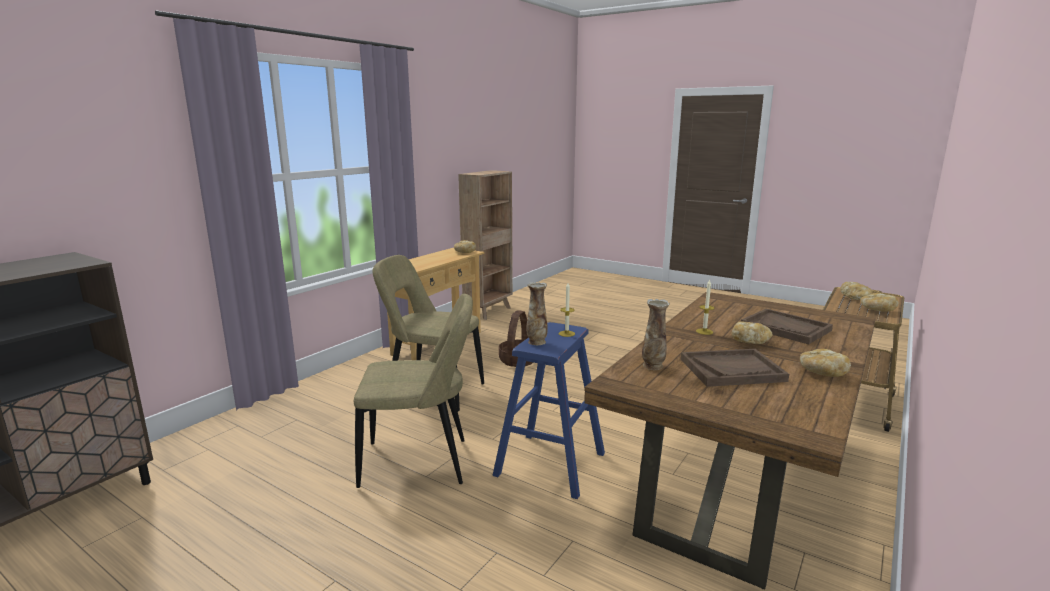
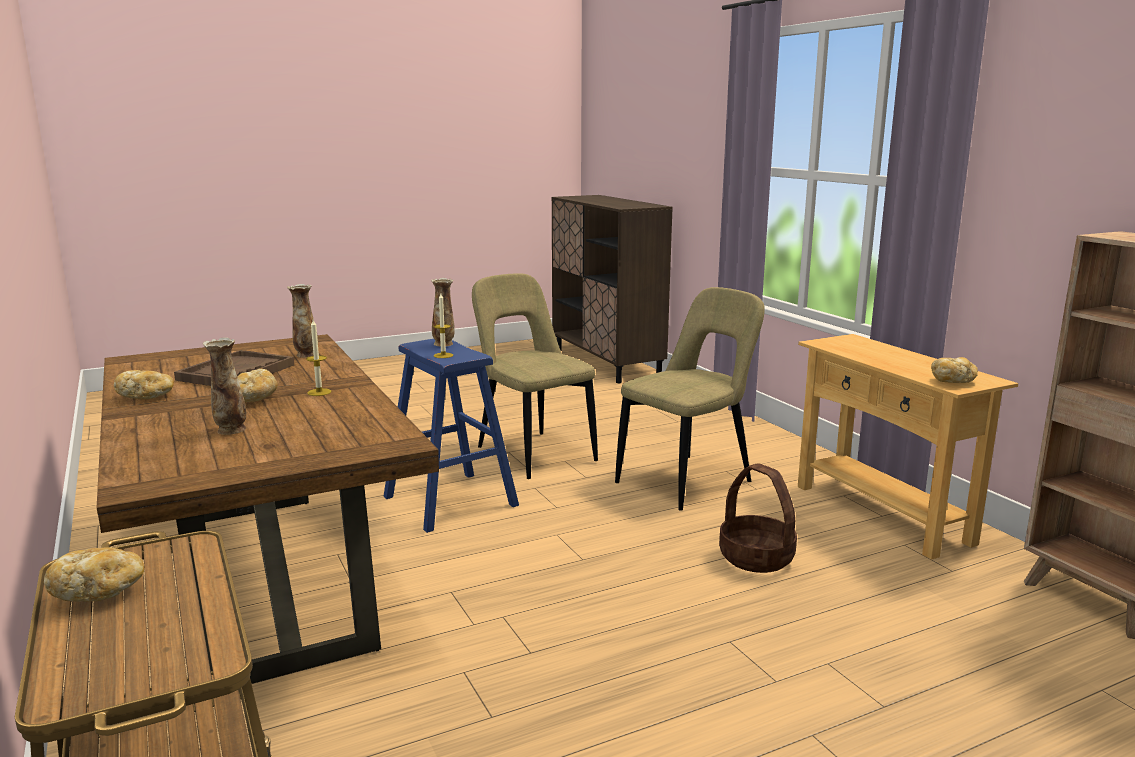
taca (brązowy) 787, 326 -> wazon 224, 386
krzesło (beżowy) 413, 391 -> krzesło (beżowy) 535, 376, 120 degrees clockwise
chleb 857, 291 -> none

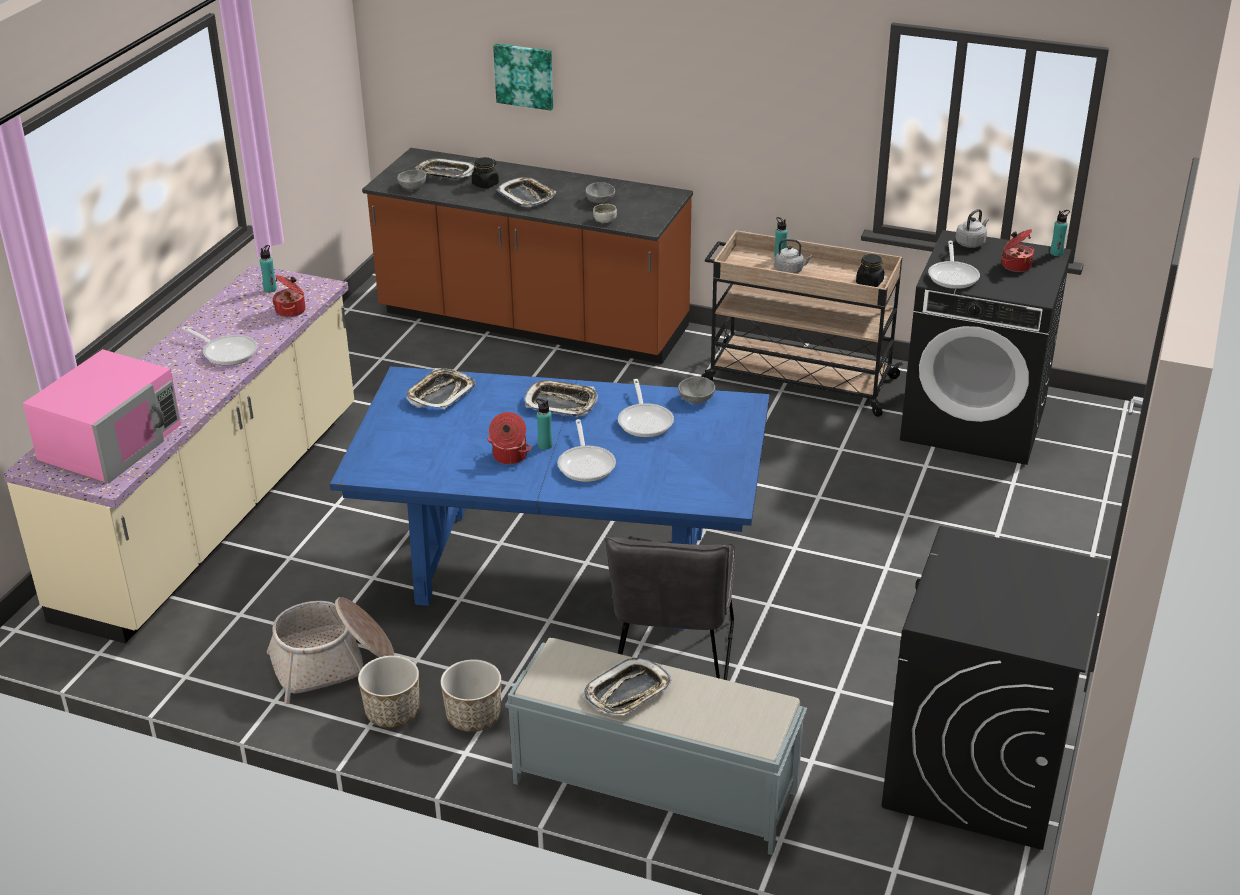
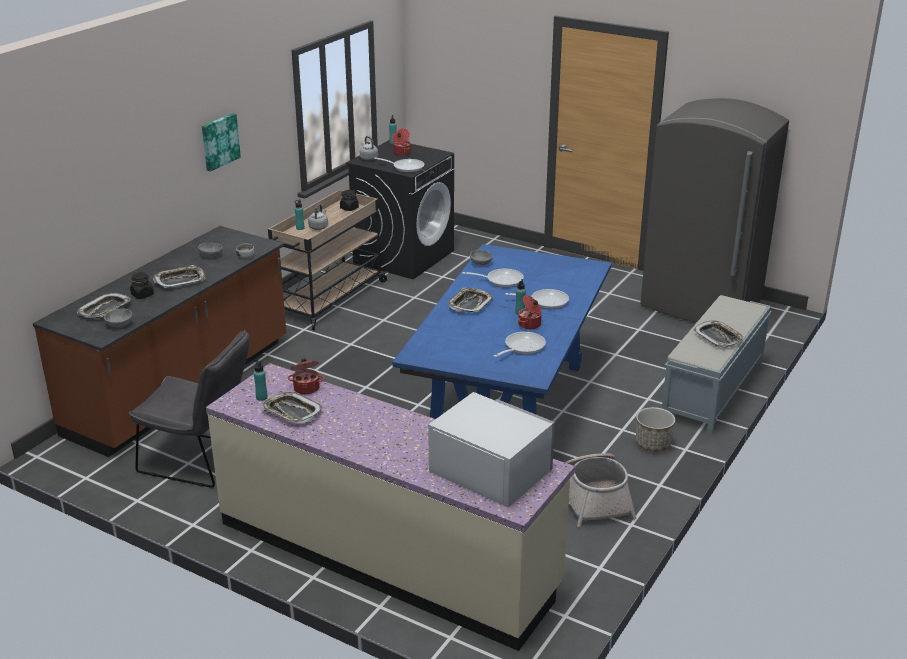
krzesło (szary) 670, 608 -> krzesło (szary) 189, 408, moved
obraz 523, 77 -> obraz 221, 142, moved
taca 440, 388 -> taca 292, 407, moved
mikrofalówka (różowy) 102, 416 -> mikrofalówka (biały) 491, 449
patelnia 219, 345 -> patelnia 520, 344, moved
pralka (czarny) 994, 688 -> lodówka (szary) 714, 210
donica 388, 692 -> none

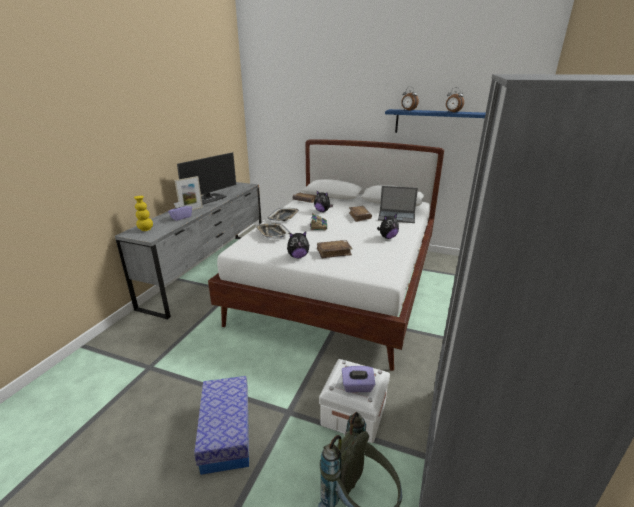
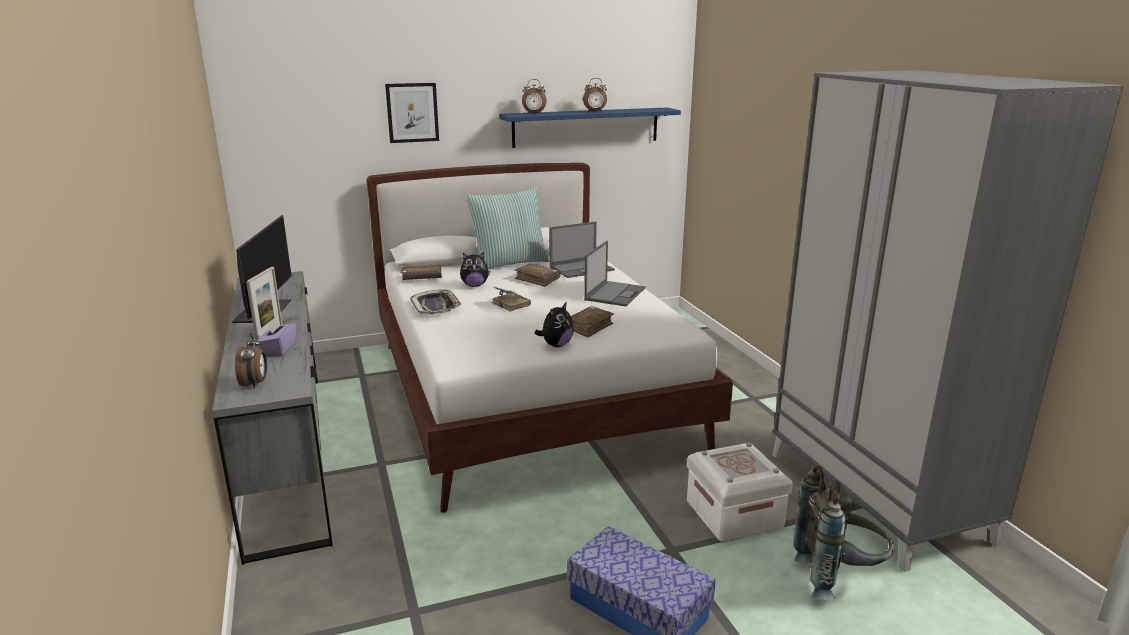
wazon (żółty) 143, 213 -> budzik 251, 361
none -> obraz 412, 113
none -> poduszka 507, 228
pluszak 388, 226 -> laptop 615, 273
taca 272, 231 -> none
pudełko chusteczek (fioletowy) 358, 379 -> none

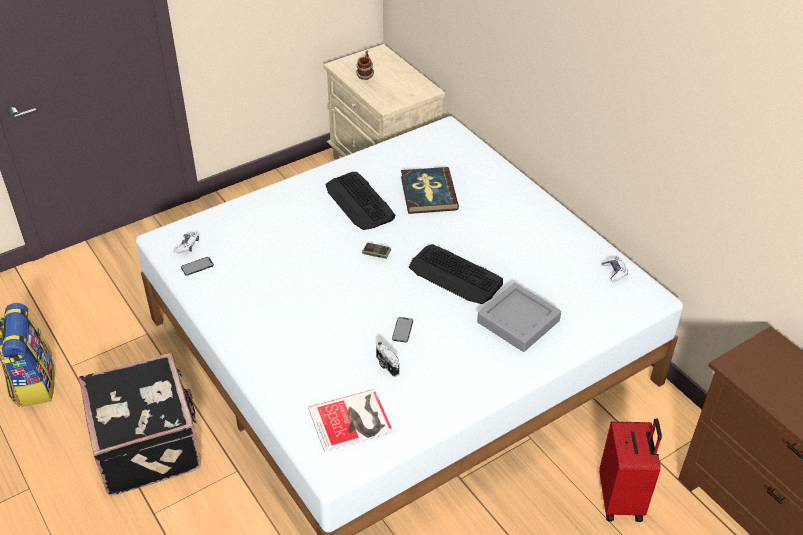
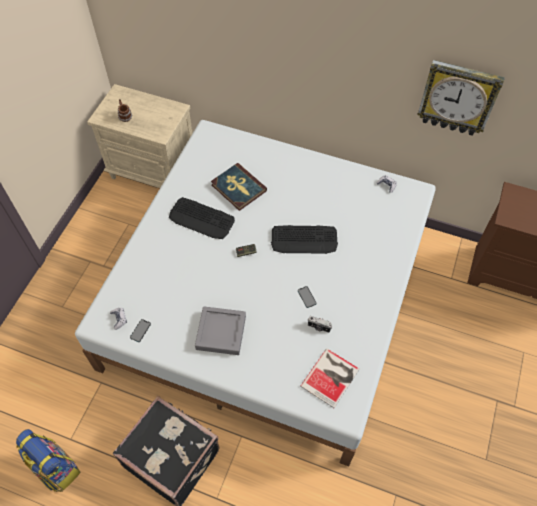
taca (szary) 519, 317 -> taca (szary) 220, 330, moved
none -> zegar ścienny 461, 98
walizka (czerwony) 630, 470 -> none

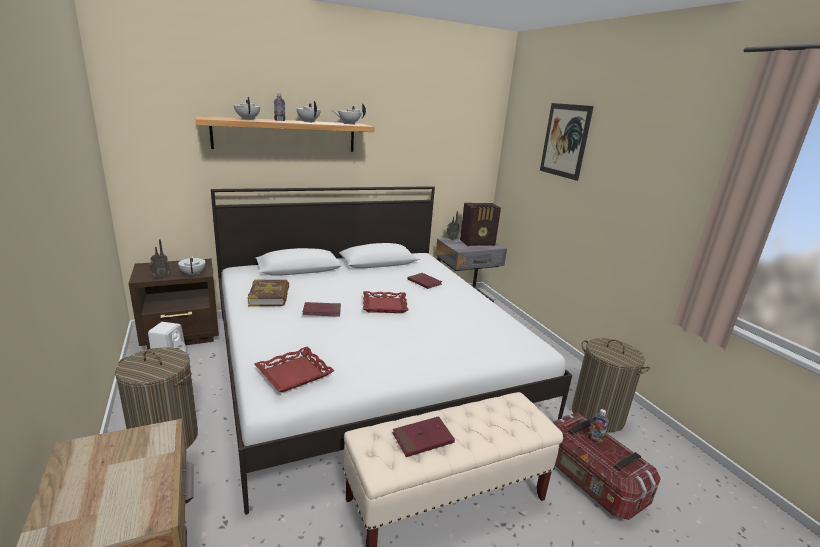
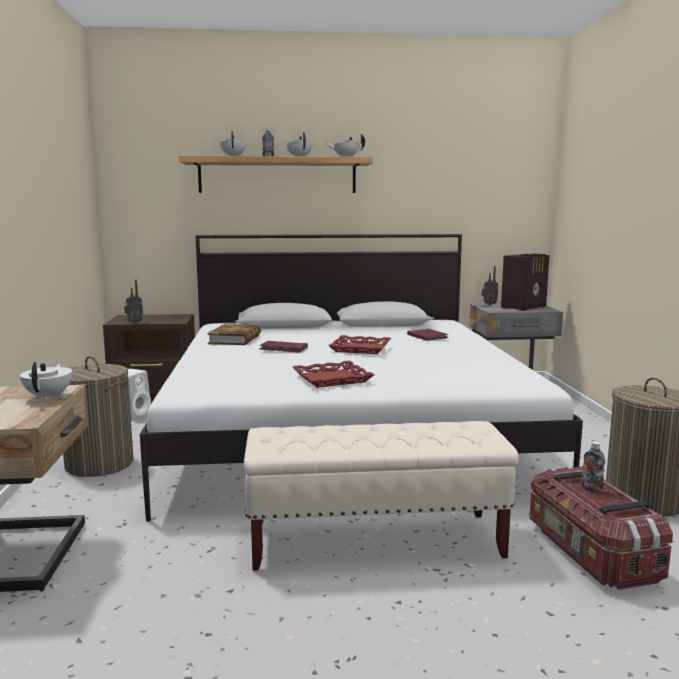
imbryk (biały) 192, 266 -> imbryk (biały) 46, 381, moved
taca (czerwony) 294, 369 -> taca (czerwony) 333, 374, moved
radio 480, 224 -> radio 525, 282, 45 degrees counterclockwise
książka (czerwony) 424, 436 -> none
obraz 567, 142 -> none

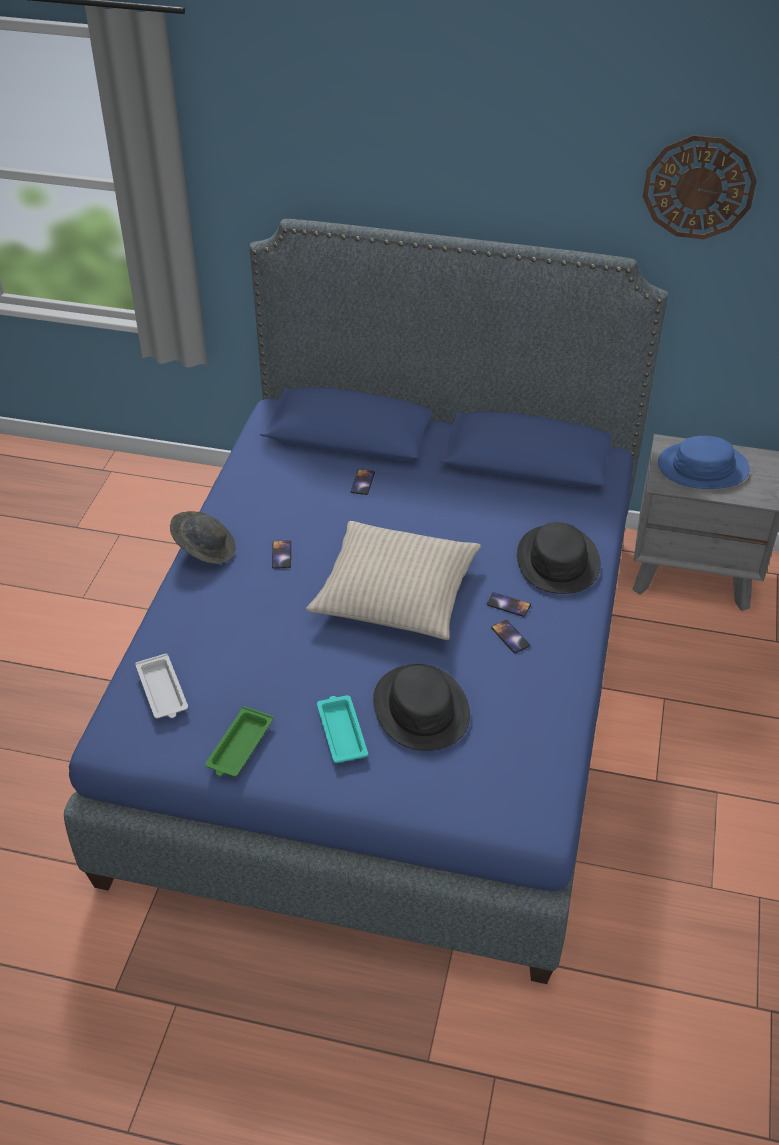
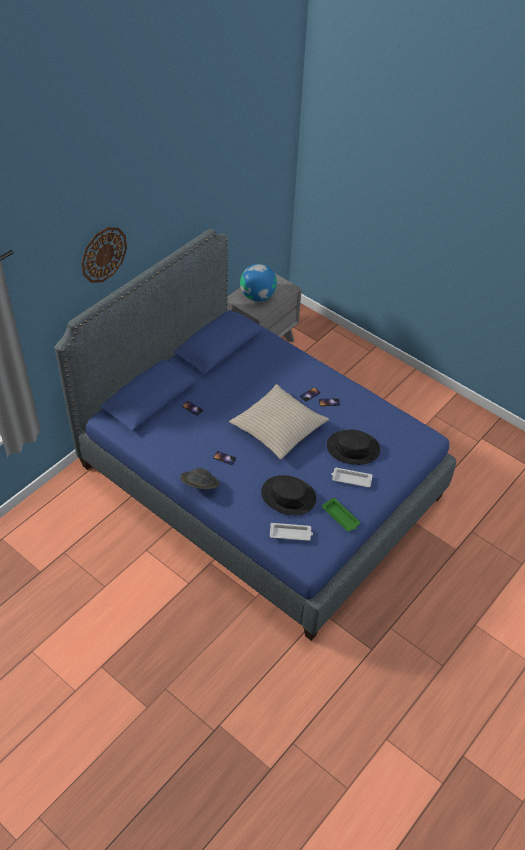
zegar ścienny 700, 187 -> zegar ścienny 104, 255, moved
kapelusz (niebieski) 704, 462 -> globus 258, 282
kapelusz (czarny) 558, 558 -> kapelusz (czarny) 288, 495, moved
taca (turkusowy) 342, 729 -> taca (biały) 352, 477

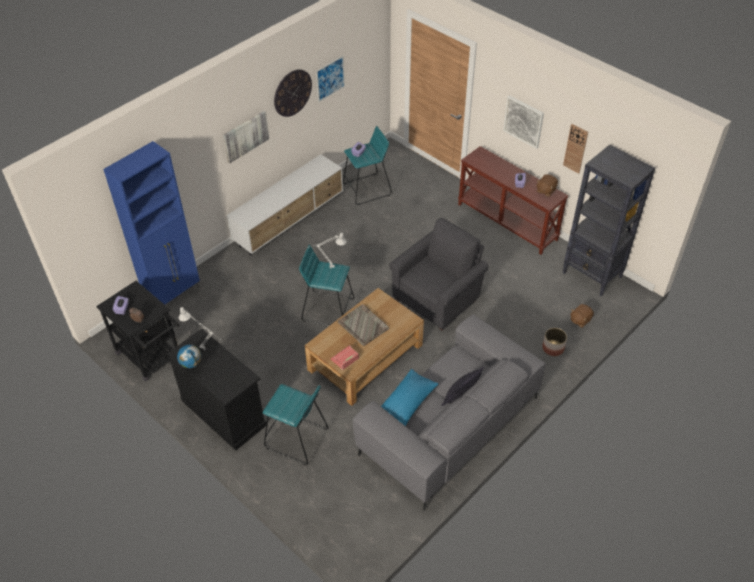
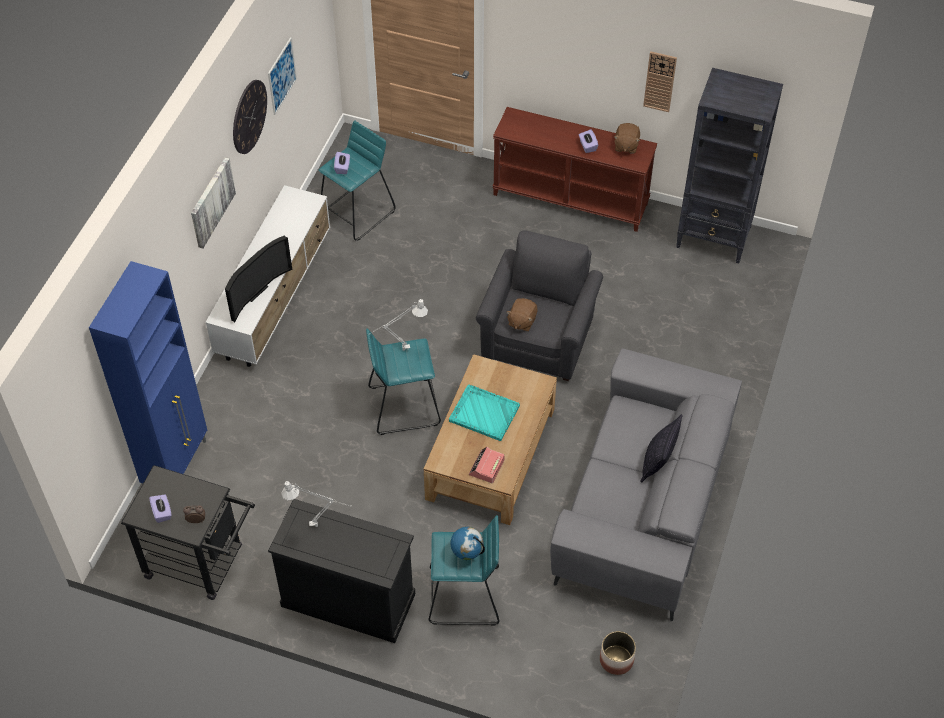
none -> telewizor 258, 279
taca (szary) 363, 325 -> taca (turkusowy) 484, 412
globus 189, 357 -> globus 467, 543, moved
pluszak (brązowy) 582, 316 -> pluszak (brązowy) 522, 314, moved
donica 554, 342 -> donica 618, 653, moved
poduszka (niebieski) 409, 397 -> none
obraz 523, 122 -> none

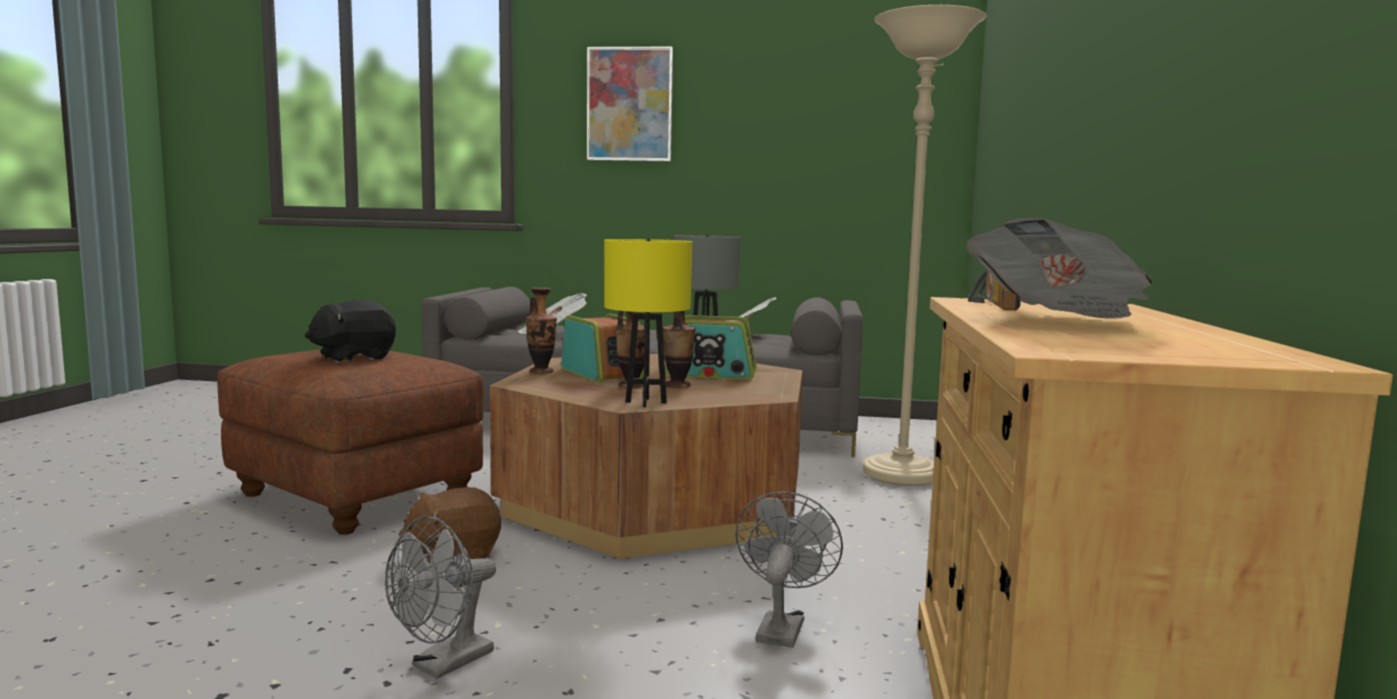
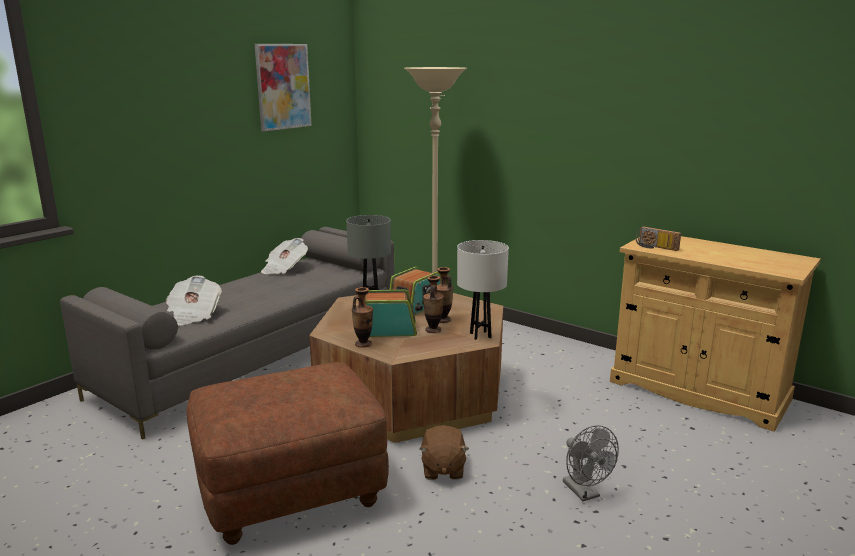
obraz 630, 104 -> obraz 283, 87, moved
lampa stołowa (żółty) 648, 323 -> lampa stołowa (biały) 483, 290
pluszak (czarny) 350, 331 -> none
wentylator (szary) 789, 570 -> none
gazeta 1059, 268 -> none

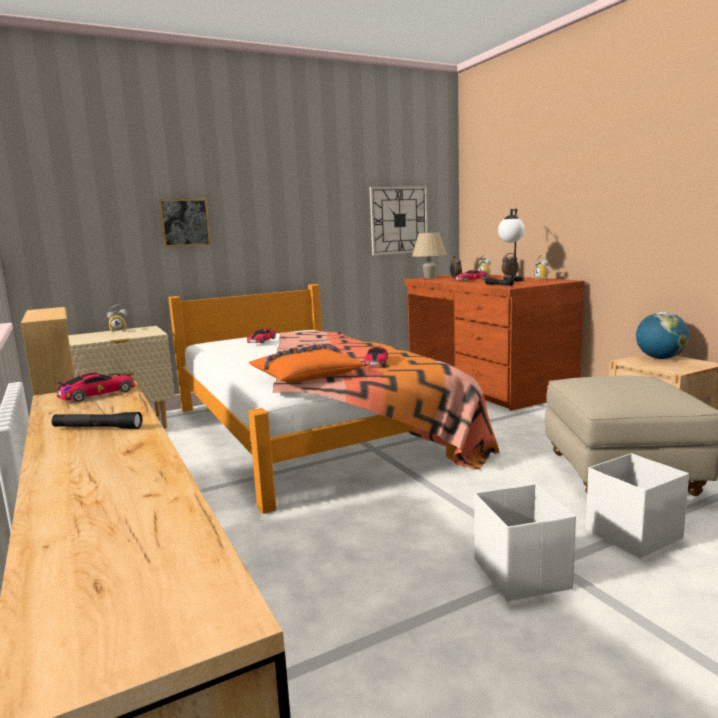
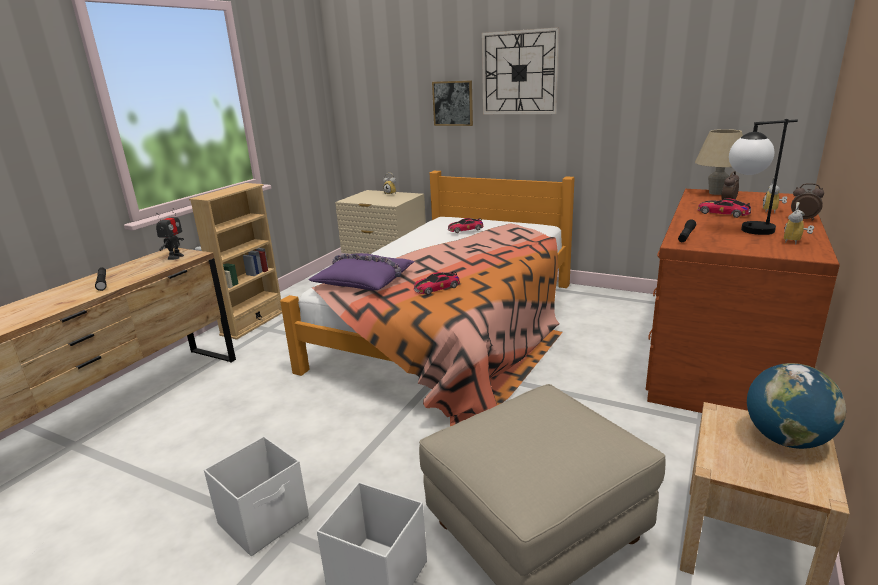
samochodzik 96, 387 -> robot zabawkowy 170, 234
poduszka (pomarańczowy) 306, 362 -> poduszka (fioletowy) 362, 271
zegar ścienny 399, 220 -> zegar ścienny 521, 70, moved

